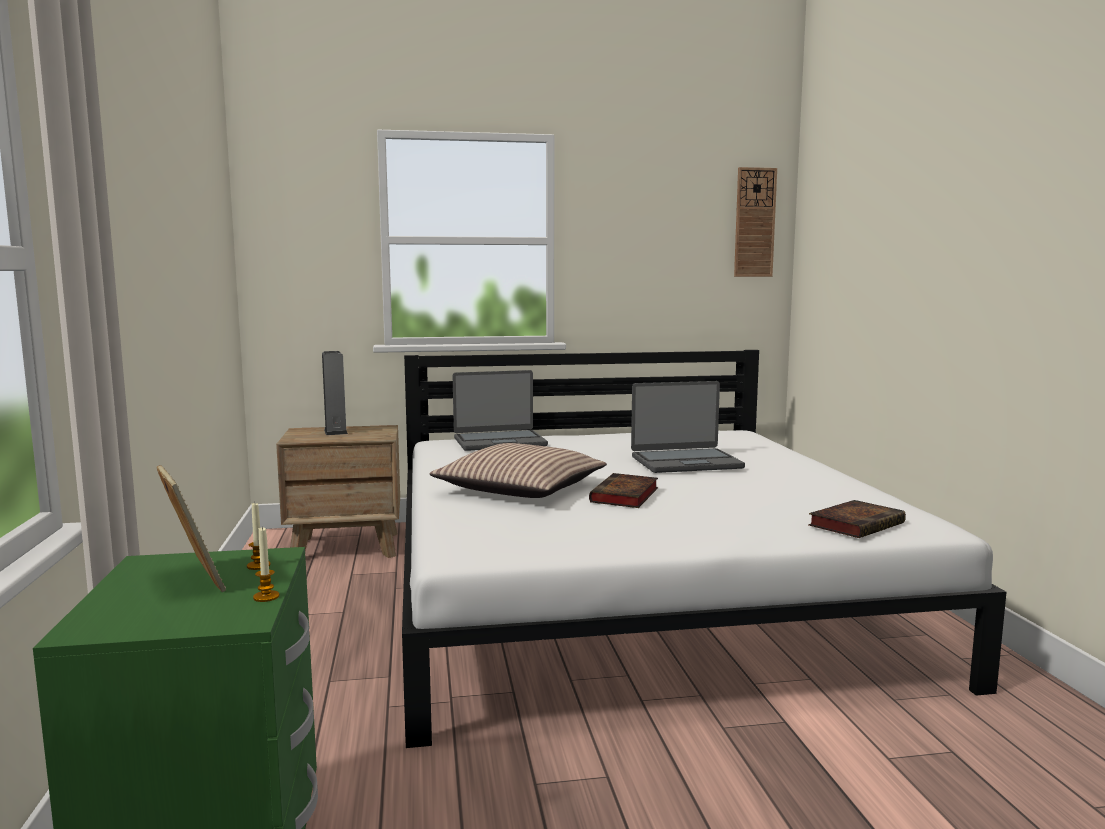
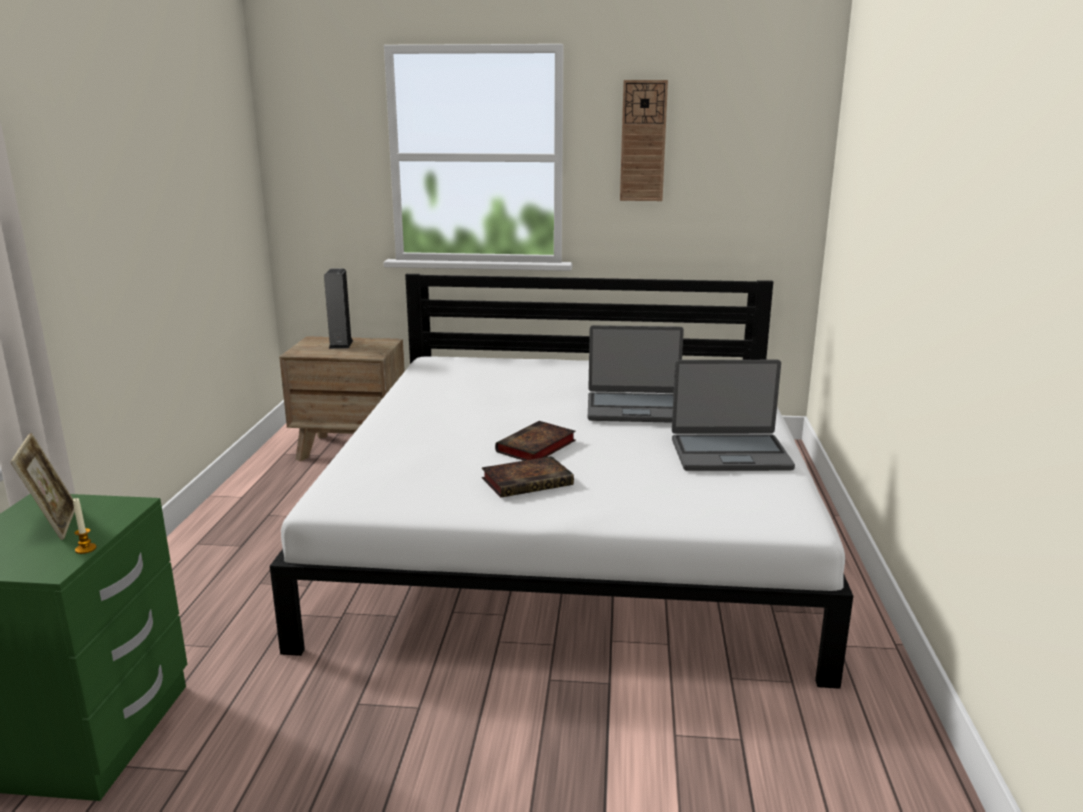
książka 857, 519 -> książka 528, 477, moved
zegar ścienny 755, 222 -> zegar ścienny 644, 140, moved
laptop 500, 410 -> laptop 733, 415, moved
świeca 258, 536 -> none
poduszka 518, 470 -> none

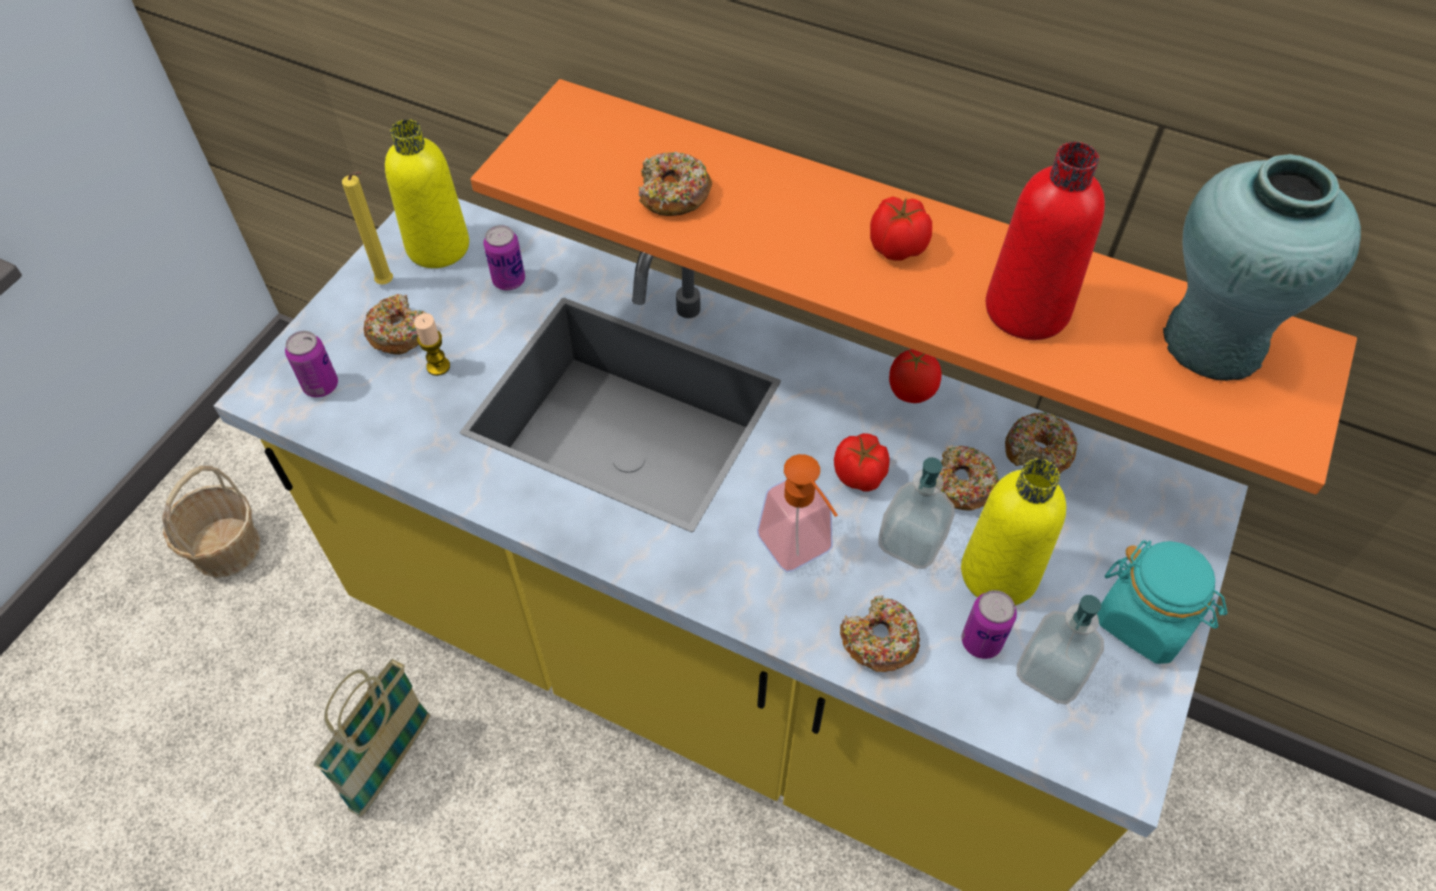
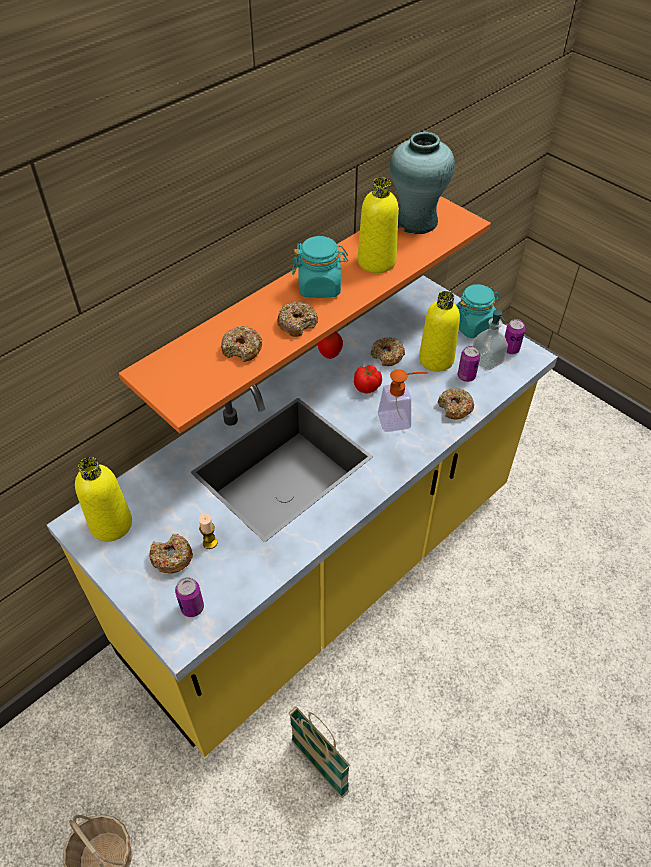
donut 1042, 443 -> donut 297, 319, moved
pomidor 901, 228 -> słoik (turkusowy) 320, 267
butelka (czerwony) 1045, 241 -> butelka (żółty) 378, 225
puszka 504, 257 -> puszka 515, 336, moved
świeca (żółty) 367, 228 -> none
dozownik mydła 916, 513 -> none

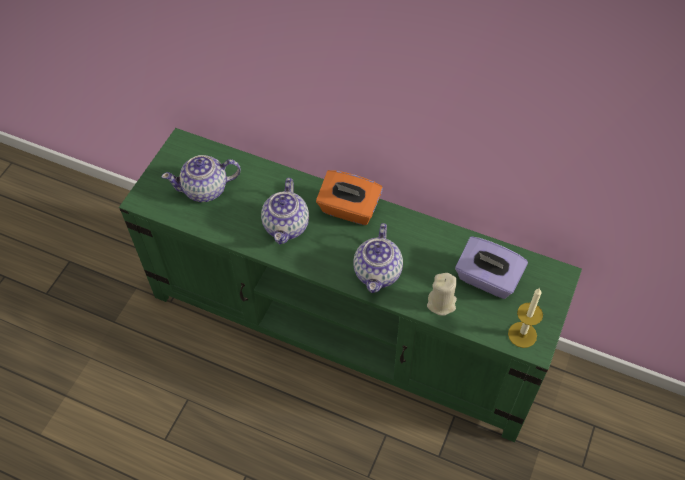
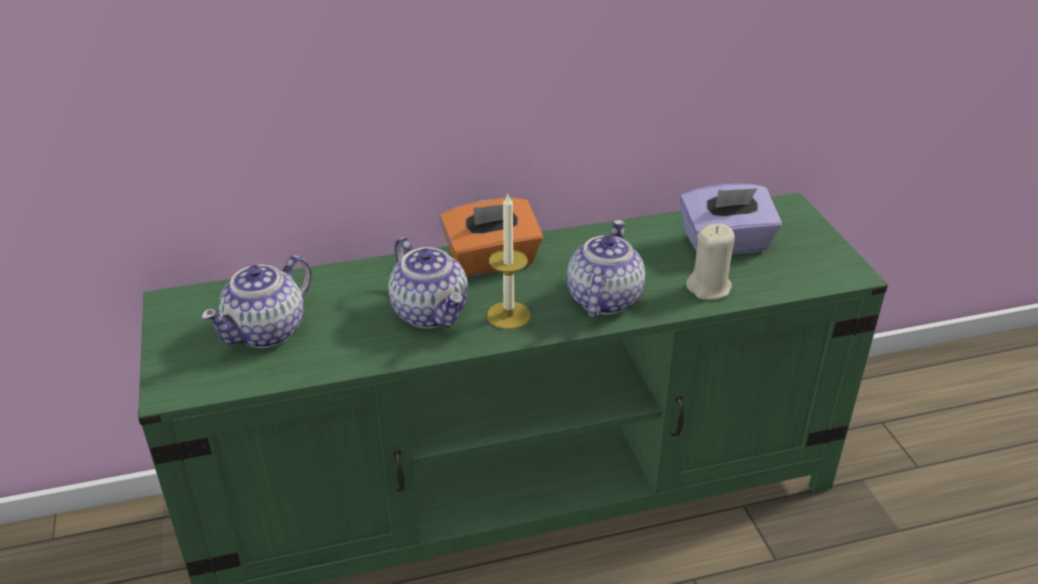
świeca 525, 318 -> świeca 509, 261, moved
imbryk 378, 258 -> imbryk 606, 268, 135 degrees counterclockwise

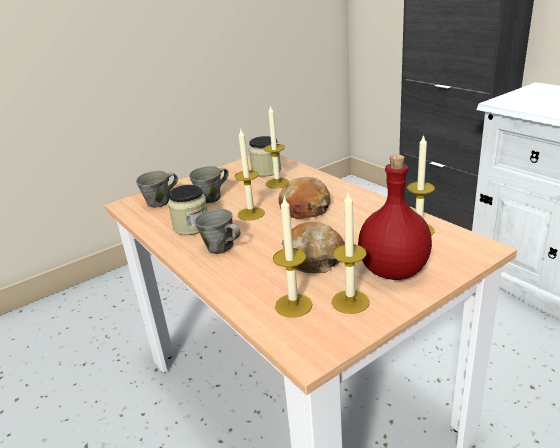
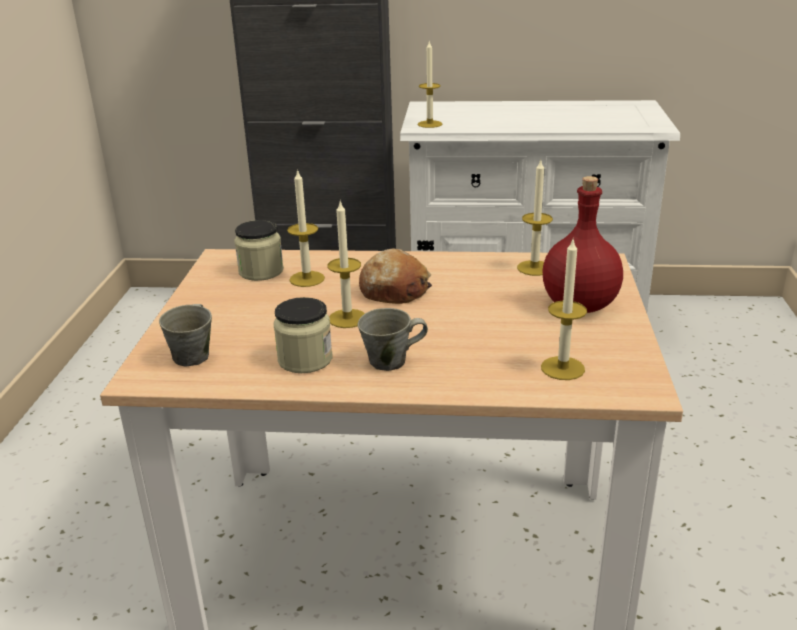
świeca 351, 252 -> świeca 430, 85, moved
kubek (szary) 209, 184 -> none
chleb 313, 247 -> none

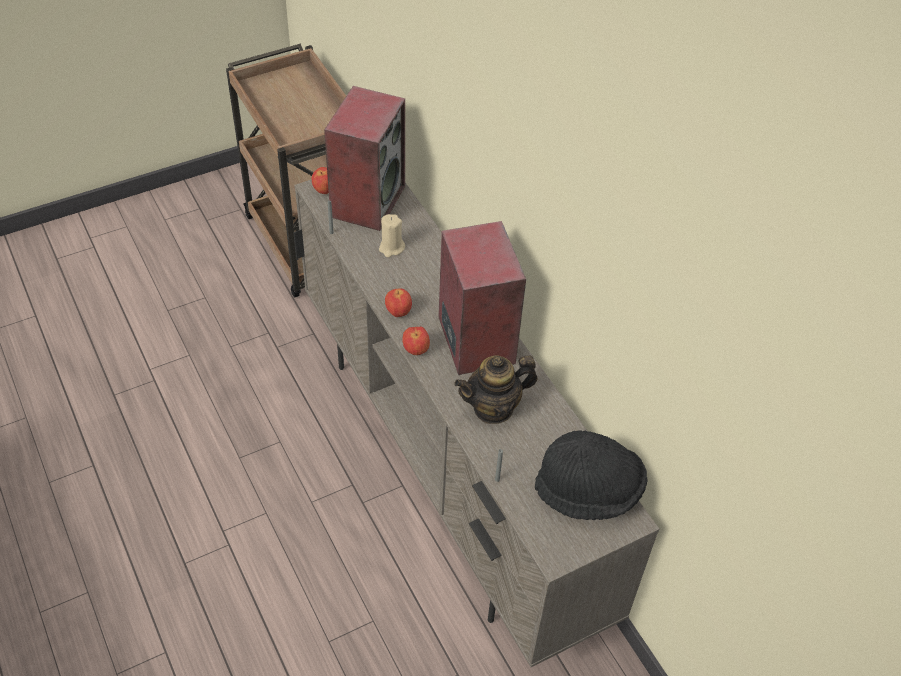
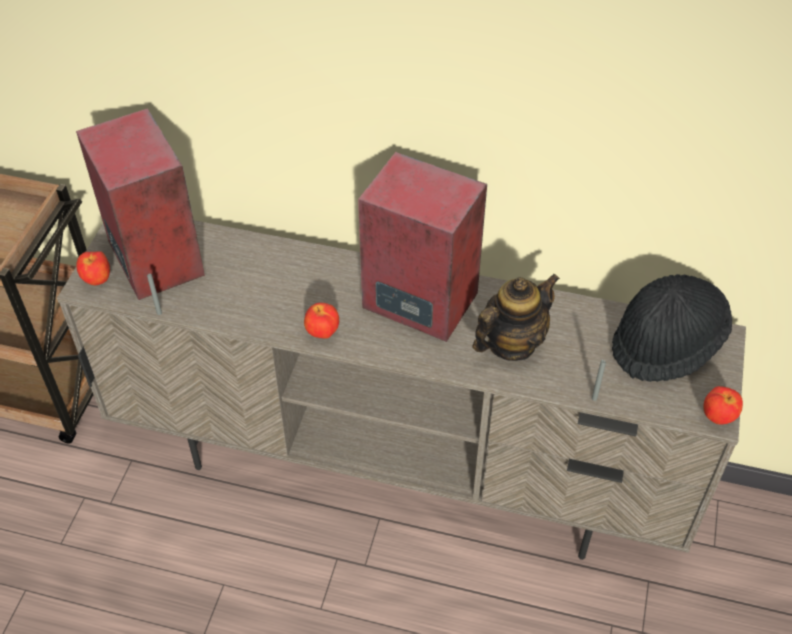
imbryk 496, 389 -> imbryk 516, 317, 150 degrees counterclockwise
jabłko 416, 341 -> jabłko 723, 405, moved
świeca (beżowy) 392, 236 -> none

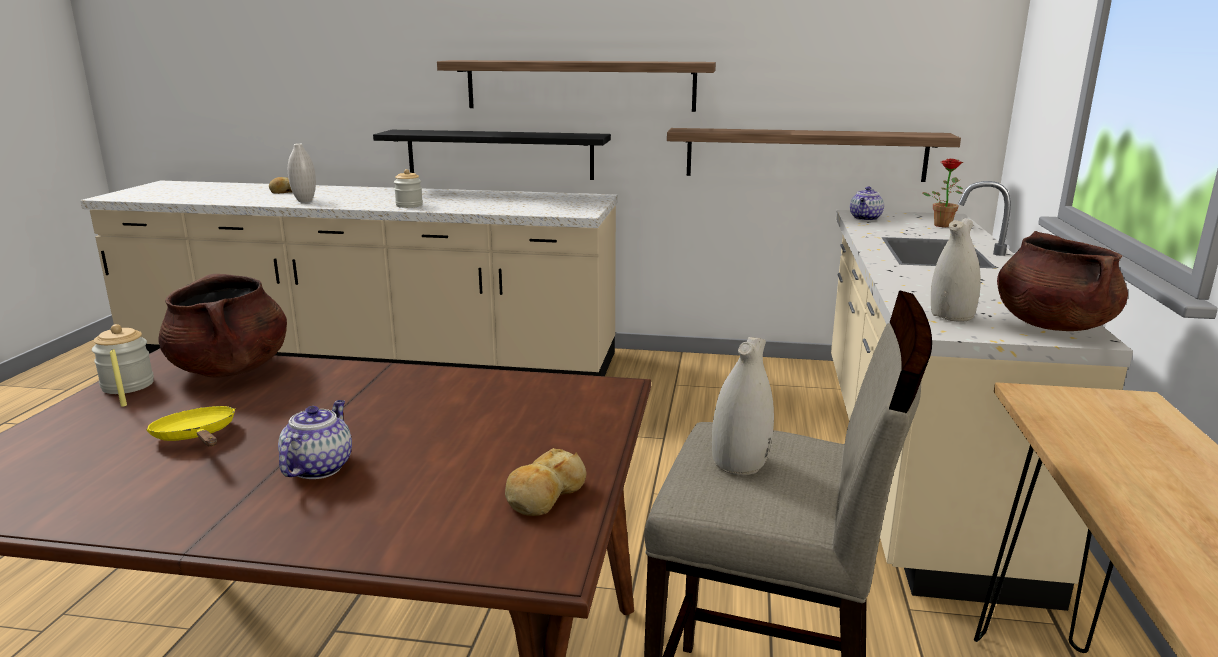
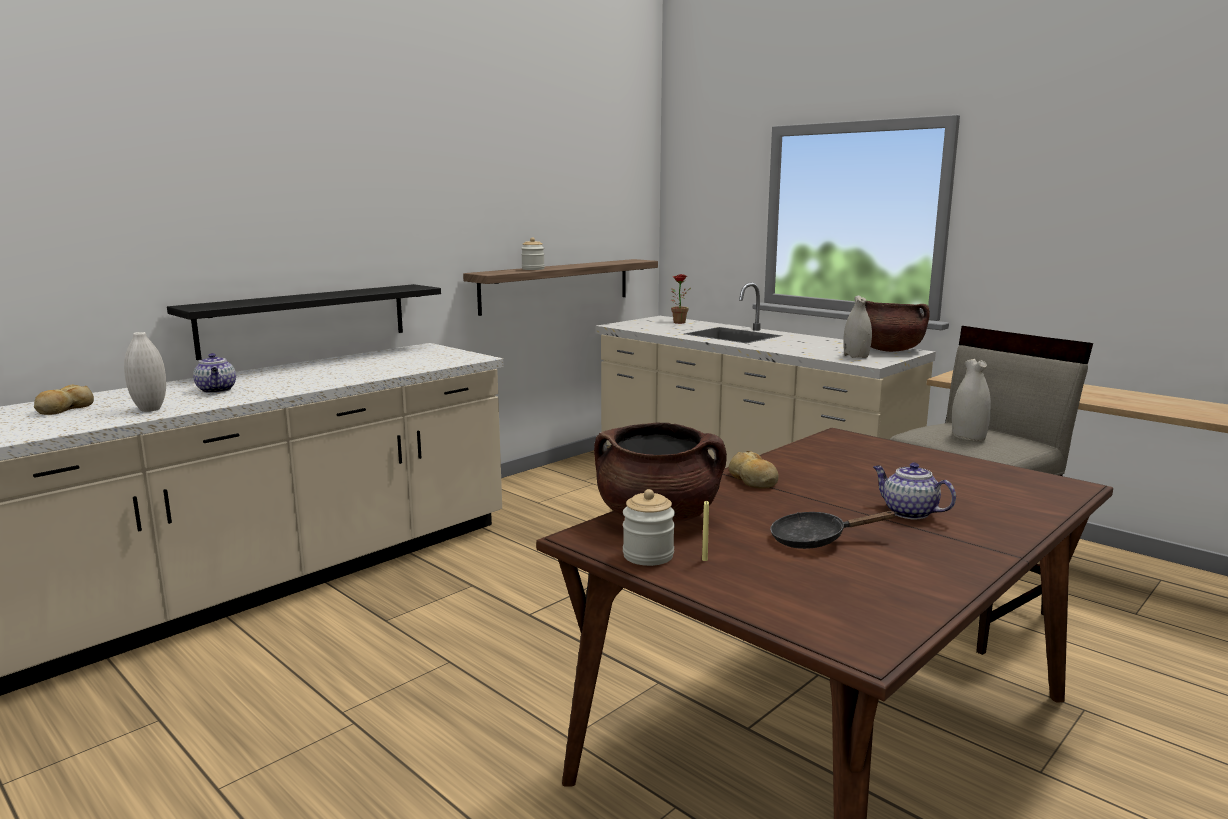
imbryk 867, 204 -> imbryk 214, 373, moved
słoik 408, 188 -> słoik 533, 253, moved
chleb 545, 482 -> chleb 753, 469, moved
patelnia (żółty) 190, 426 -> patelnia (czarny) 833, 530
półka 576, 86 -> none

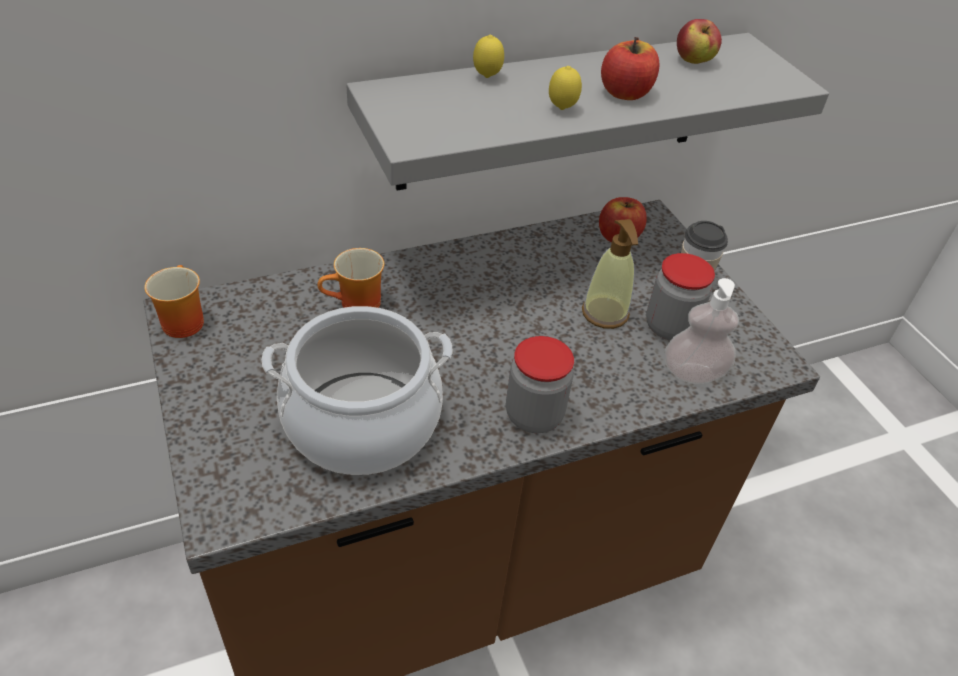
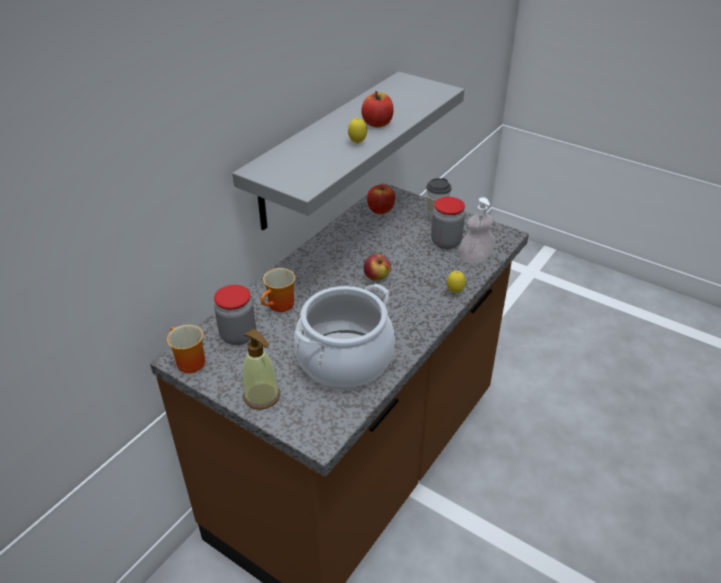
słoik 540, 384 -> słoik 235, 315, moved
dozownik mydła 610, 274 -> dozownik mydła 261, 369, moved
jabłko 699, 41 -> jabłko 377, 267, moved
cytryna 488, 56 -> cytryna 456, 282, moved

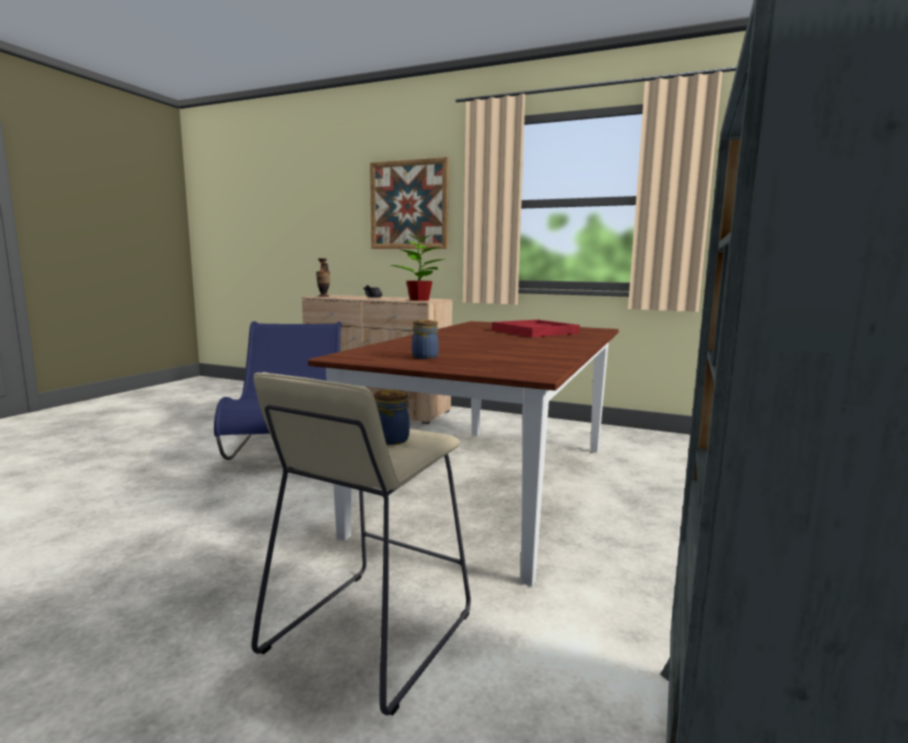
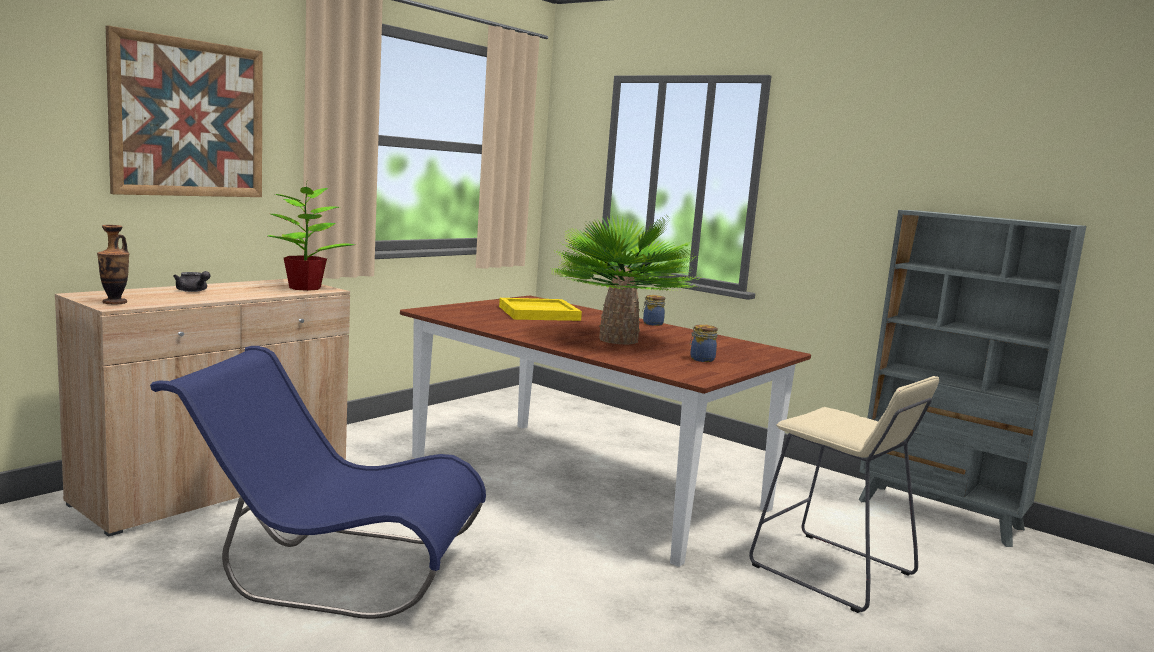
taca (czerwony) 536, 328 -> taca (żółty) 540, 309
none -> roślina doniczkowa 627, 280
słoik 391, 417 -> słoik 653, 310, moved

